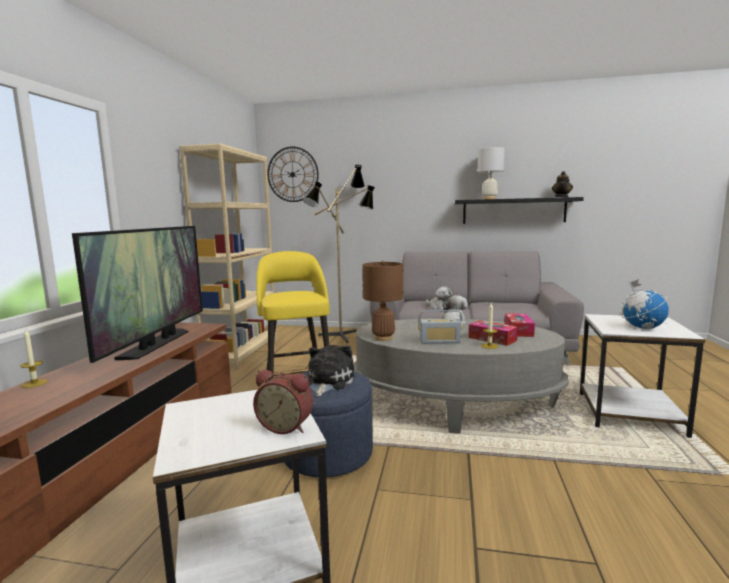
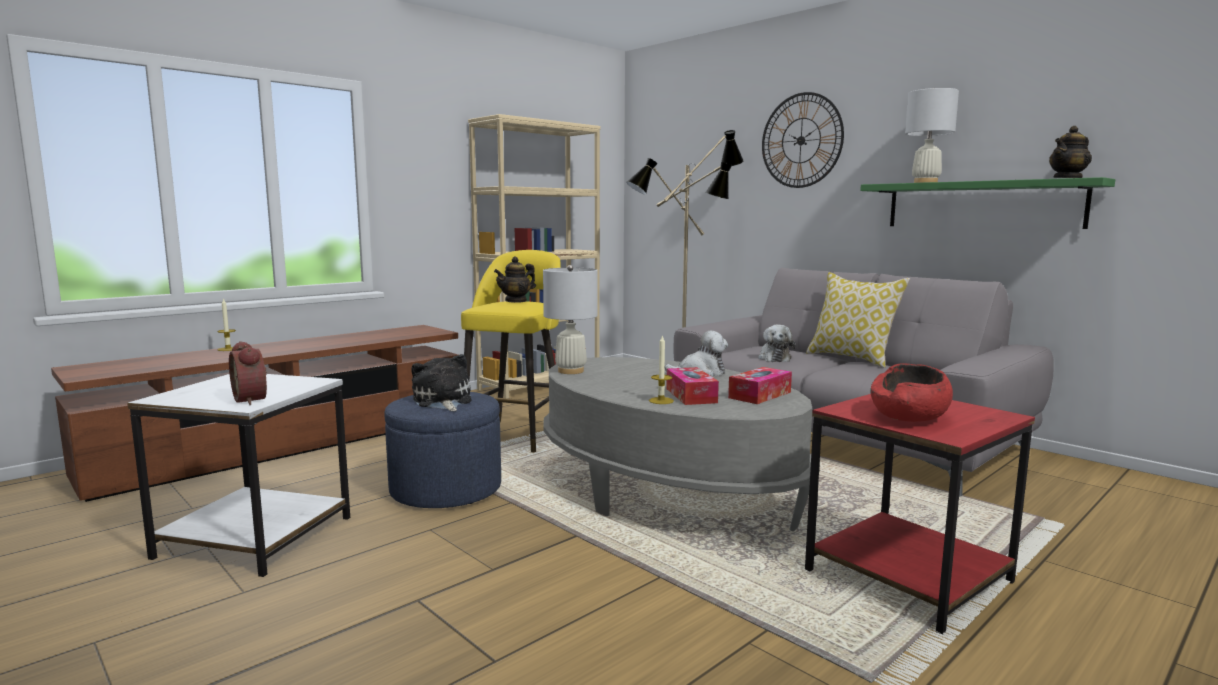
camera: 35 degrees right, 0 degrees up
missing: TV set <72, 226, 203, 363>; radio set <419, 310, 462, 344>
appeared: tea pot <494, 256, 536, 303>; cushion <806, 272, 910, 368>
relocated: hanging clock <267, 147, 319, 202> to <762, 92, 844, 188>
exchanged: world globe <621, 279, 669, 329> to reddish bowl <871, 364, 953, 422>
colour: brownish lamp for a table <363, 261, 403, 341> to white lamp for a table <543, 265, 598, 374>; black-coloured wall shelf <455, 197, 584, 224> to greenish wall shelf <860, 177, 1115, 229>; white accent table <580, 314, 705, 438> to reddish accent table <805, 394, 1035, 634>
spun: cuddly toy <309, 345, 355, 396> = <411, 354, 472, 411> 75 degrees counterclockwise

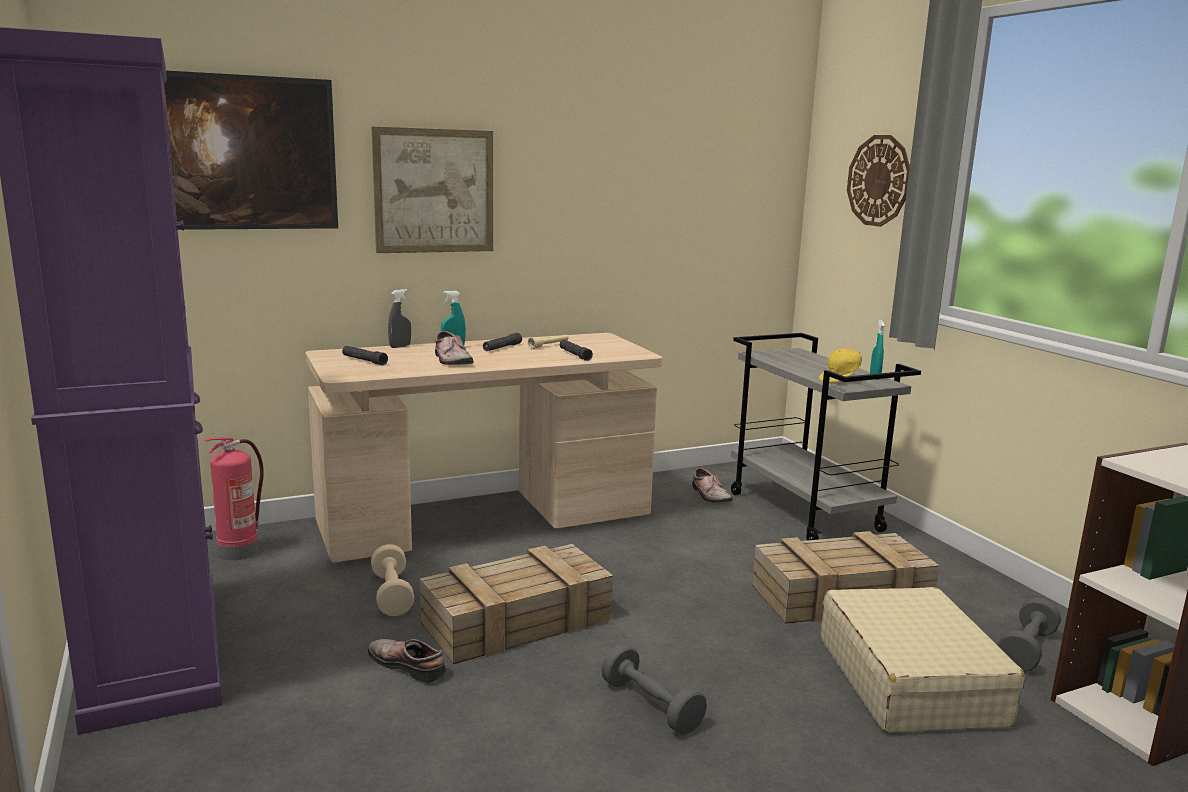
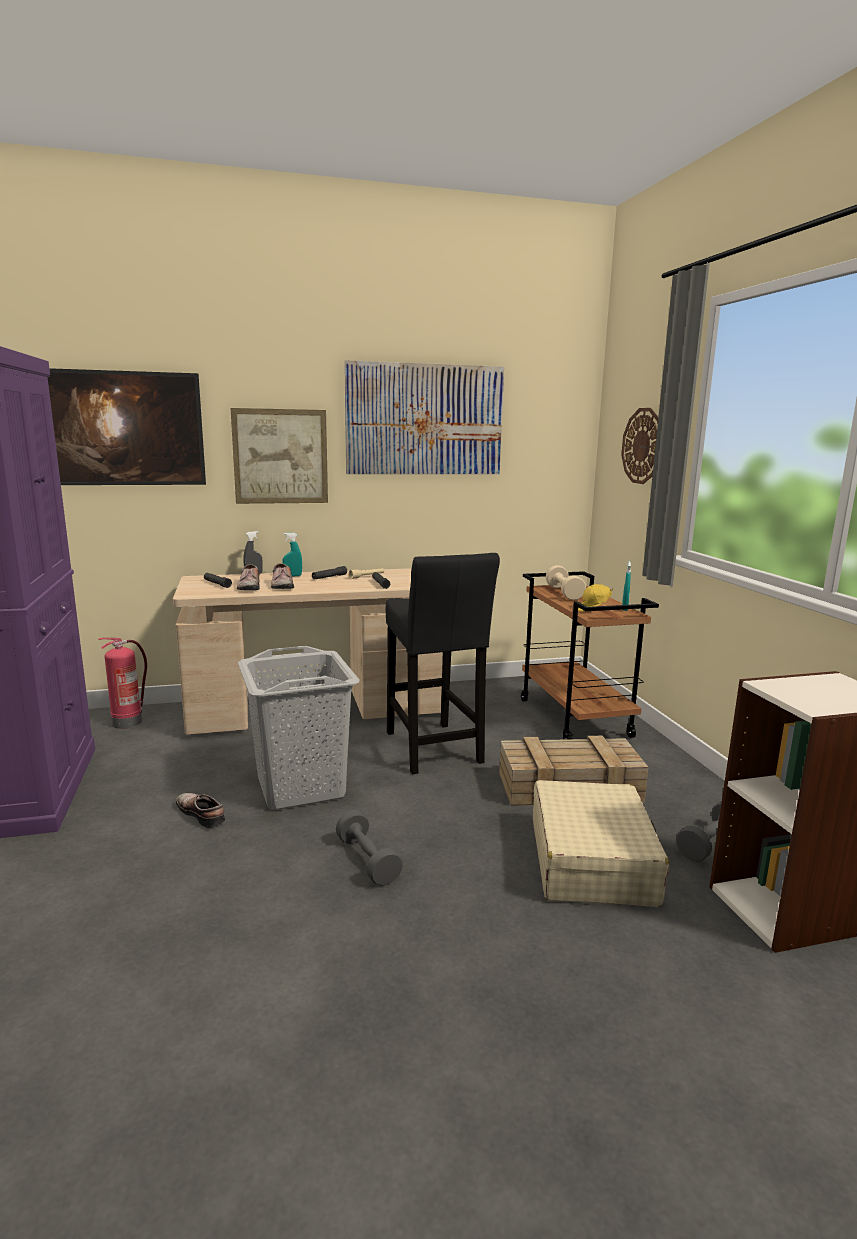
camera: 10 degrees right, 0 degrees up
appeared: picture <344, 360, 504, 474>; black-coloured stool seat <386, 553, 500, 774>
relocated: beige dumbbell <371, 544, 415, 616> to <546, 565, 586, 600>; low shoe <692, 468, 733, 503> to <237, 564, 260, 590>
exchanged: packing crate <420, 544, 613, 664> to gray washing basket <238, 646, 360, 810>
colour: gray wheeled cart <731, 333, 921, 541> to brownish wheeled cart <521, 571, 659, 740>

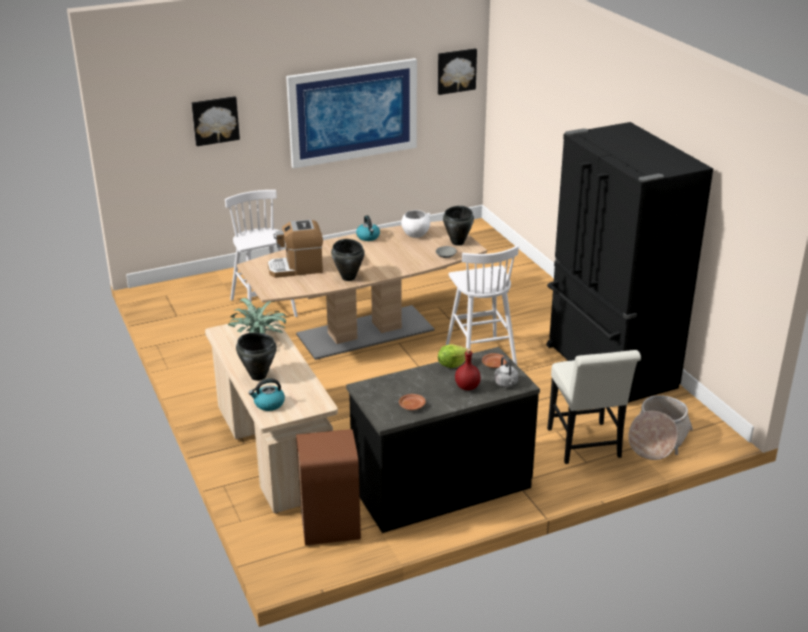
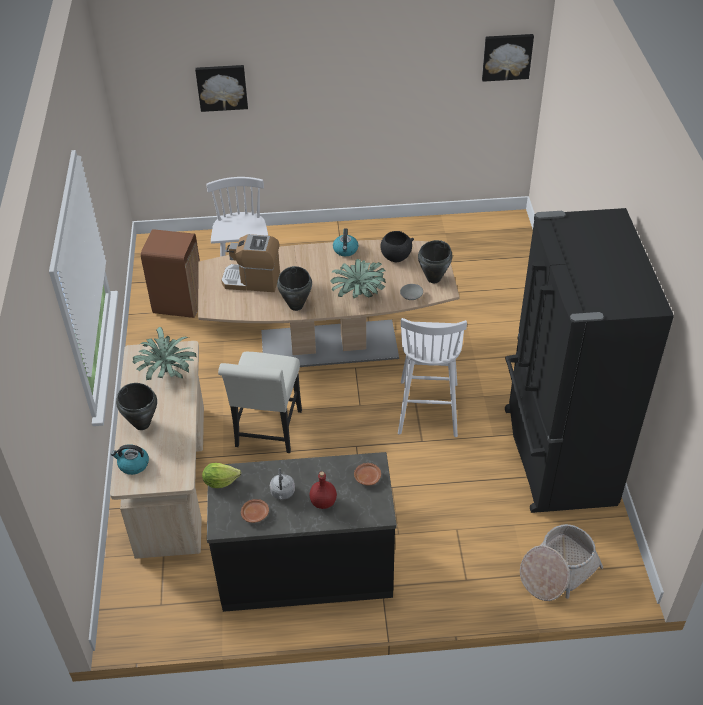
camera: 20 degrees right, 15 degrees up
missing: picture <286, 58, 417, 169>
appeared: potted plant <330, 259, 386, 298>
relocated: brownish trash can <296, 429, 361, 545> to <141, 229, 200, 318>; lettuce head <438, 344, 468, 368> to <202, 463, 241, 488>; gray tea kettle <494, 357, 518, 387> to <270, 468, 295, 500>; white chair <547, 350, 641, 464> to <218, 352, 302, 453>
colour: white bowl <401, 210, 430, 238> to black-coloured bowl <380, 231, 414, 262>

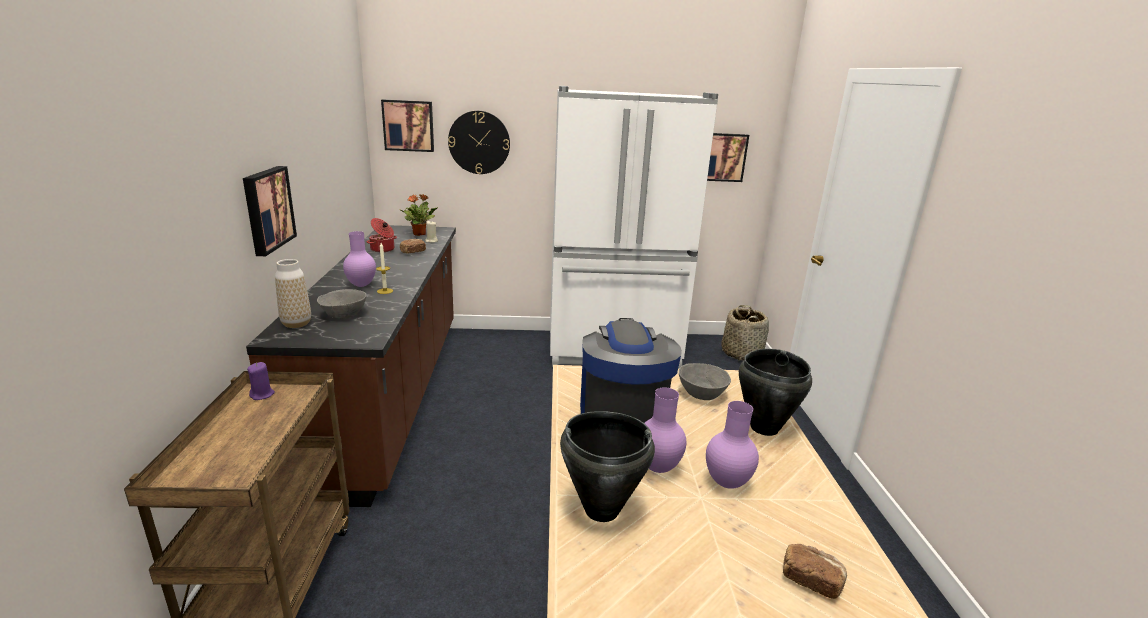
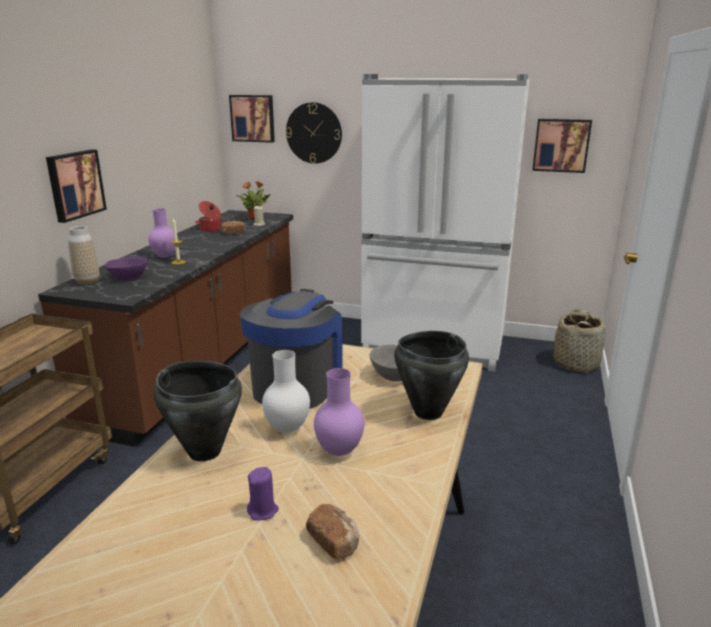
camera: 20 degrees right, 0 degrees up
relocated: purple-coloured candle <247, 362, 275, 400> to <247, 467, 279, 521>
colour: gray bowl <317, 289, 367, 318> to purple-coloured bowl <105, 256, 147, 280>; purple-coloured flower vase <644, 387, 686, 473> to white flower vase <262, 350, 310, 433>

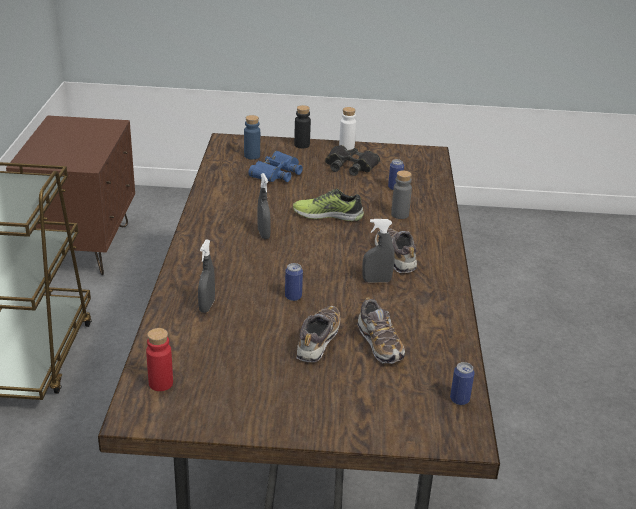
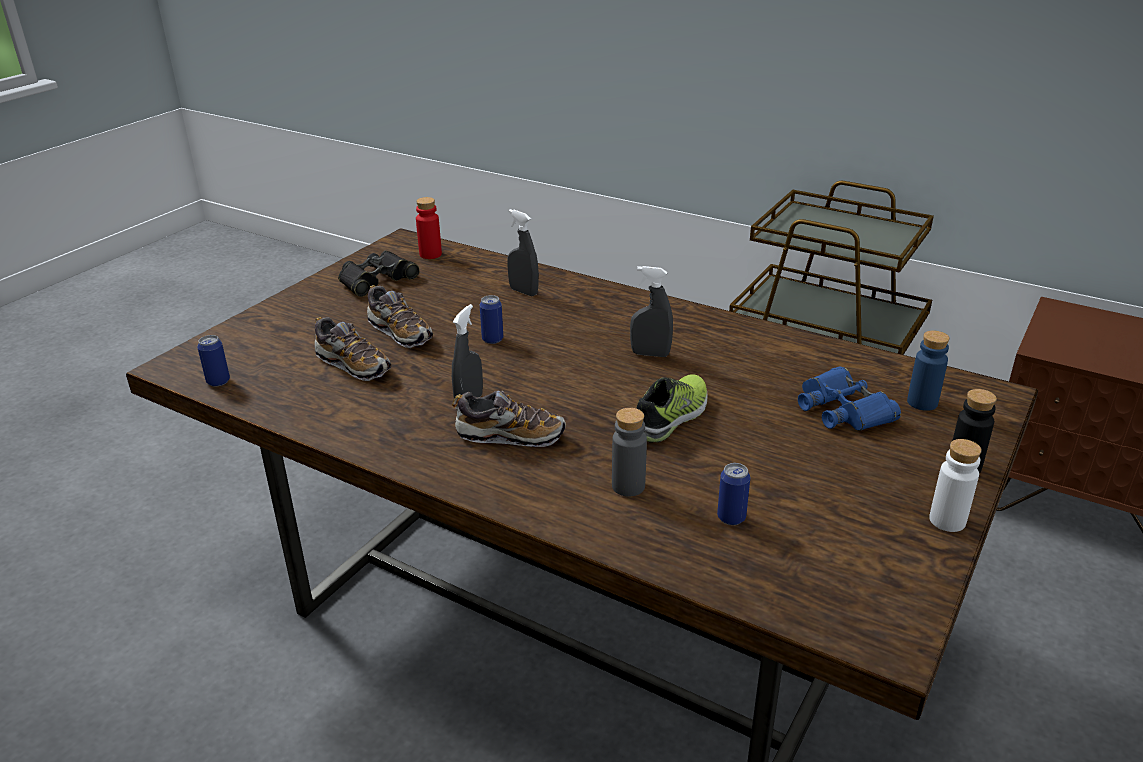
camera: 120 degrees right, 0 degrees up
relocated: black-coloured pair of binoculars <325, 145, 380, 176> to <338, 251, 419, 297>
spun: low shoe <357, 297, 405, 364> = <315, 317, 391, 381> 150 degrees counterclockwise

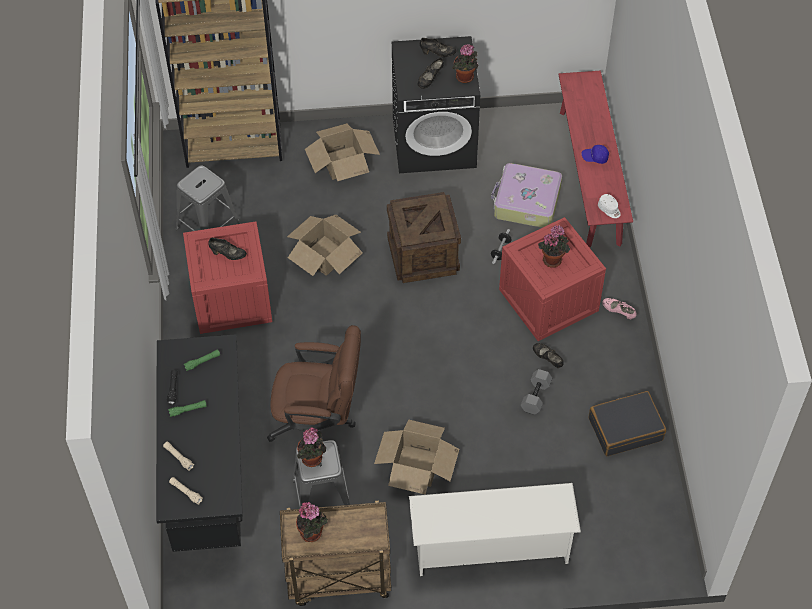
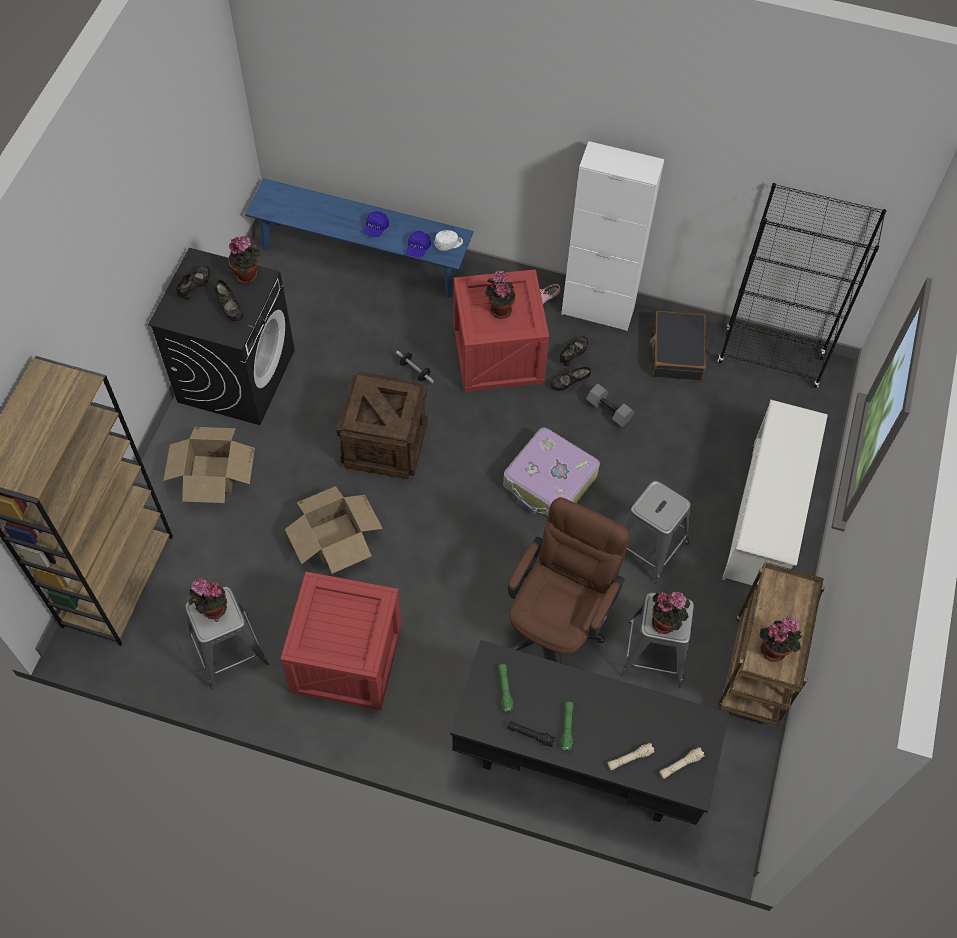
camera: 70 degrees left, 5 degrees up
appeared: potted plant <189, 578, 227, 619>; blue-coloured peaked cap <406, 231, 431, 257>; white cabinet <561, 141, 664, 331>; black-coloured shelving unit <718, 183, 886, 388>
relocated: black-coloured low shoe <208, 238, 247, 260> to <560, 336, 588, 366>; piece of luggage <491, 163, 562, 228> to <503, 427, 600, 516>
exchanged: packing box <374, 420, 459, 495> to gray stool seat <623, 480, 691, 585>
colour: reddish bench <559, 71, 633, 248> to blue-coloured bench <245, 178, 474, 298>

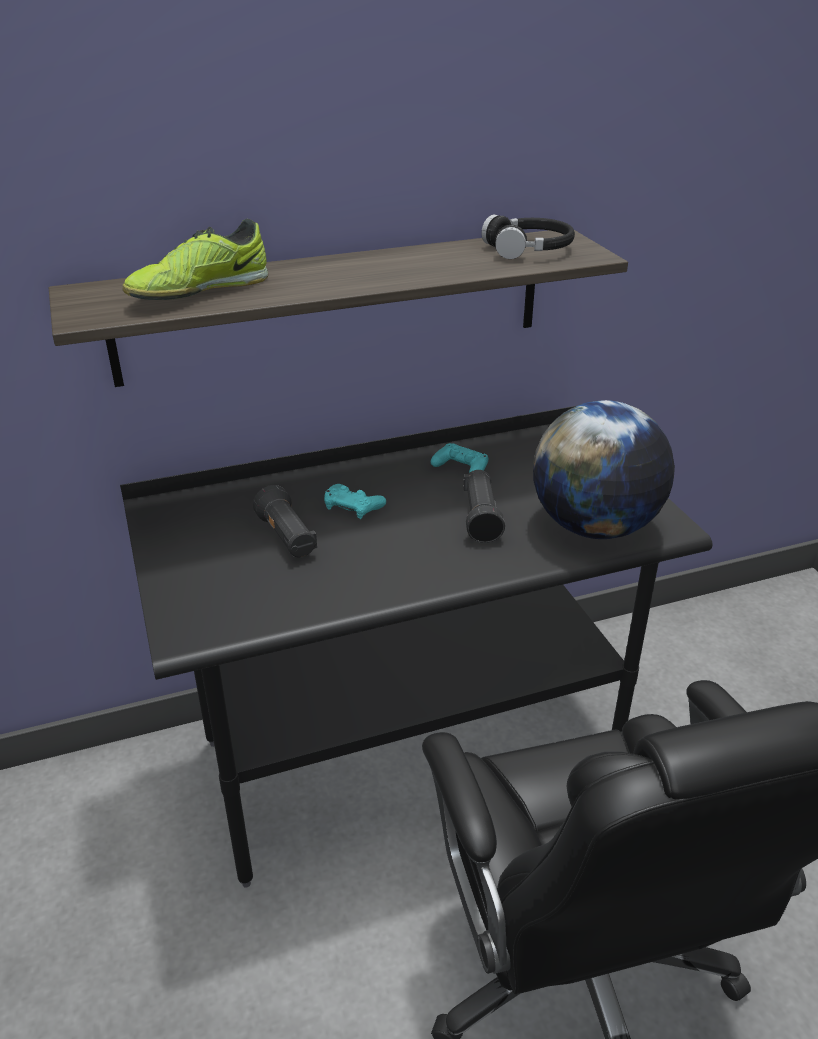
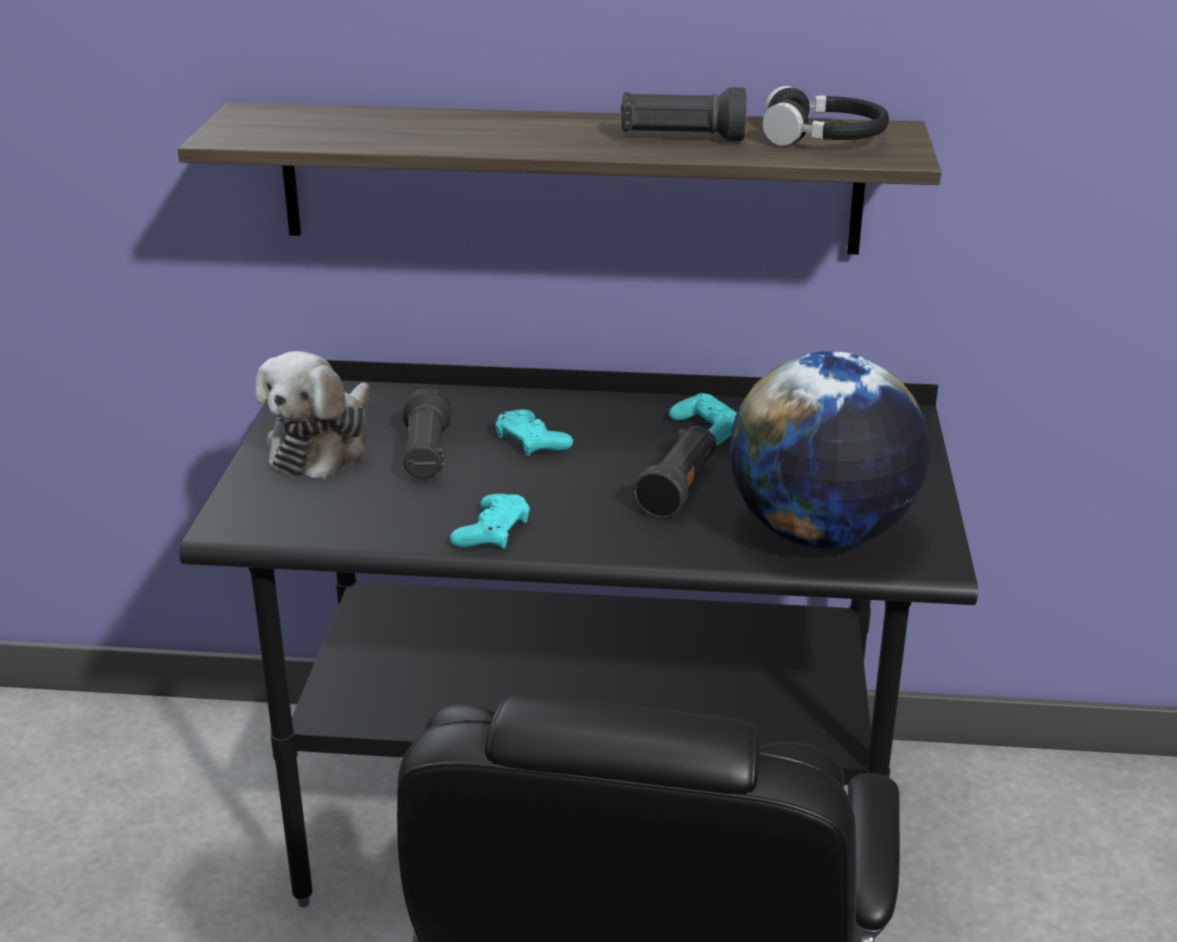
camera: 25 degrees right, 5 degrees down
missing: low shoe <123, 219, 268, 300>
appeared: cuddly toy <255, 351, 370, 480>; turquoise joypad <450, 494, 530, 549>; black-coloured torch <621, 87, 746, 141>

